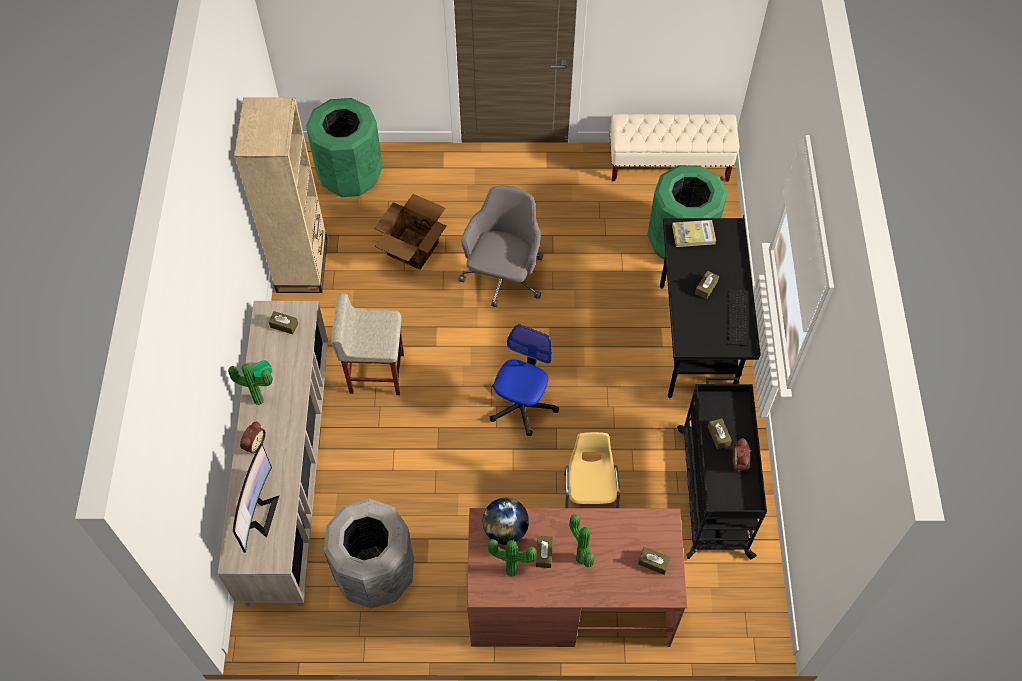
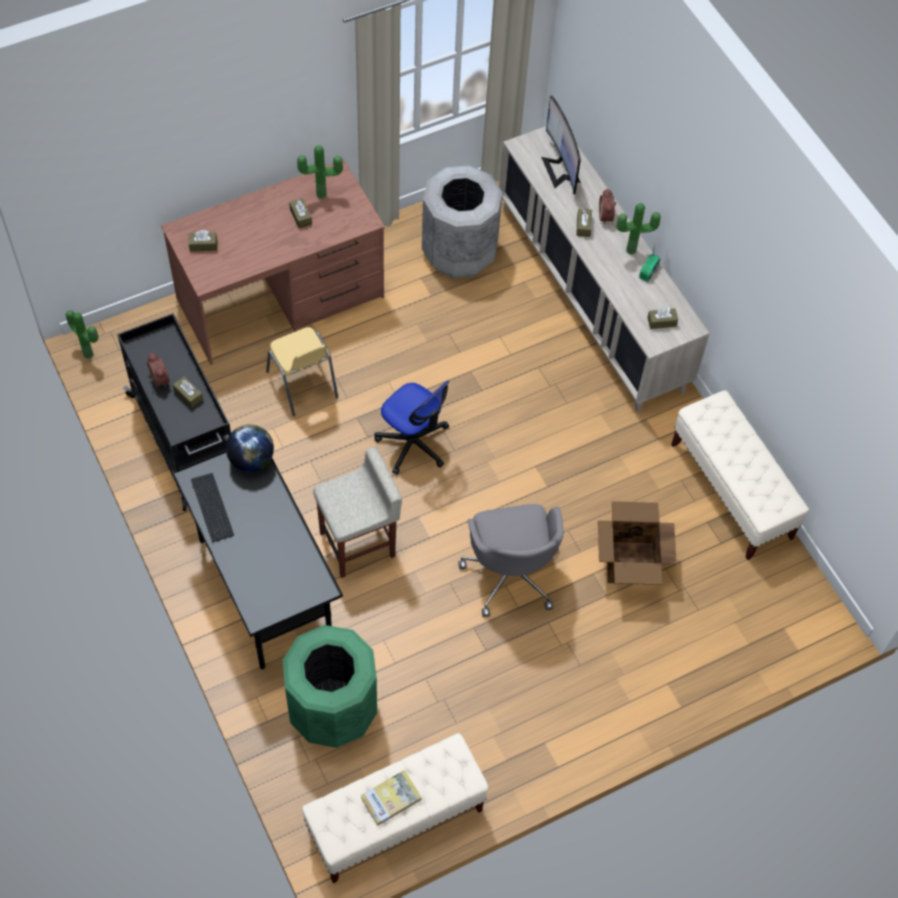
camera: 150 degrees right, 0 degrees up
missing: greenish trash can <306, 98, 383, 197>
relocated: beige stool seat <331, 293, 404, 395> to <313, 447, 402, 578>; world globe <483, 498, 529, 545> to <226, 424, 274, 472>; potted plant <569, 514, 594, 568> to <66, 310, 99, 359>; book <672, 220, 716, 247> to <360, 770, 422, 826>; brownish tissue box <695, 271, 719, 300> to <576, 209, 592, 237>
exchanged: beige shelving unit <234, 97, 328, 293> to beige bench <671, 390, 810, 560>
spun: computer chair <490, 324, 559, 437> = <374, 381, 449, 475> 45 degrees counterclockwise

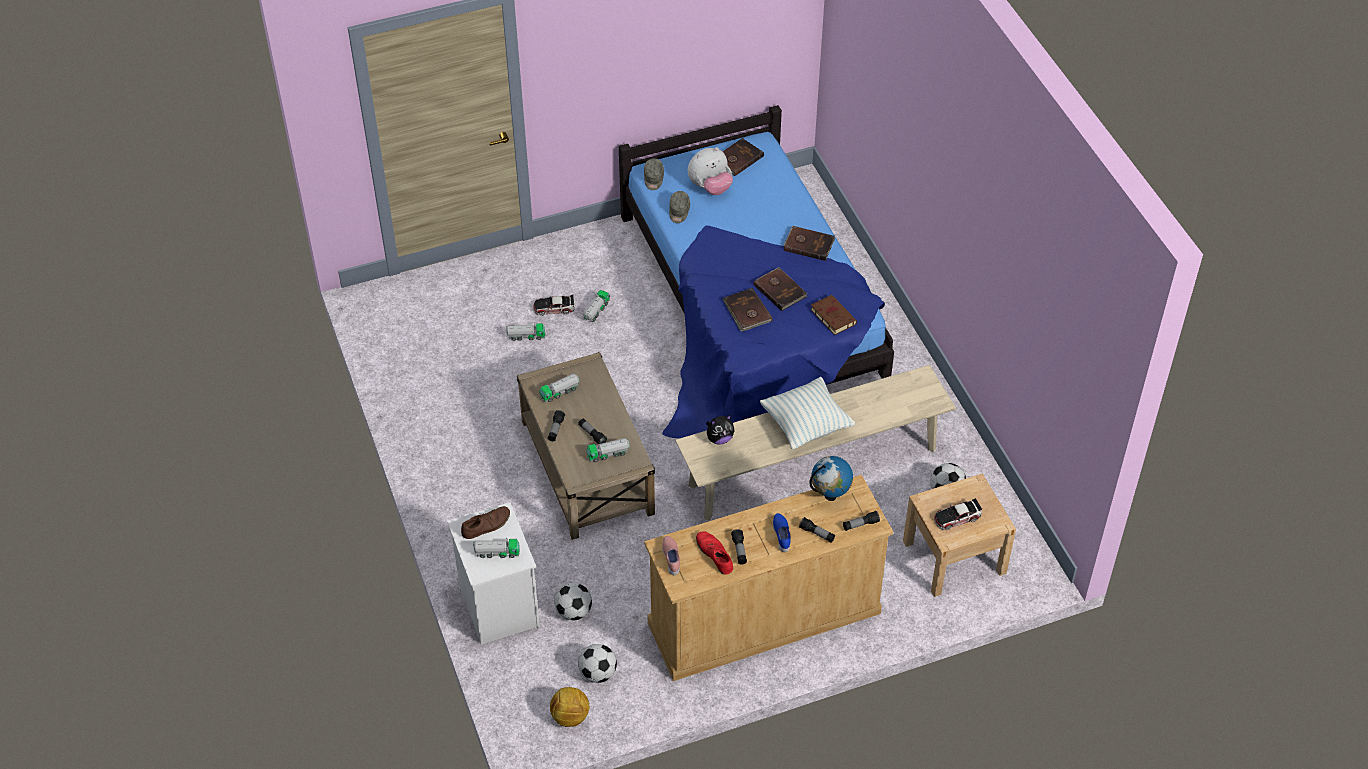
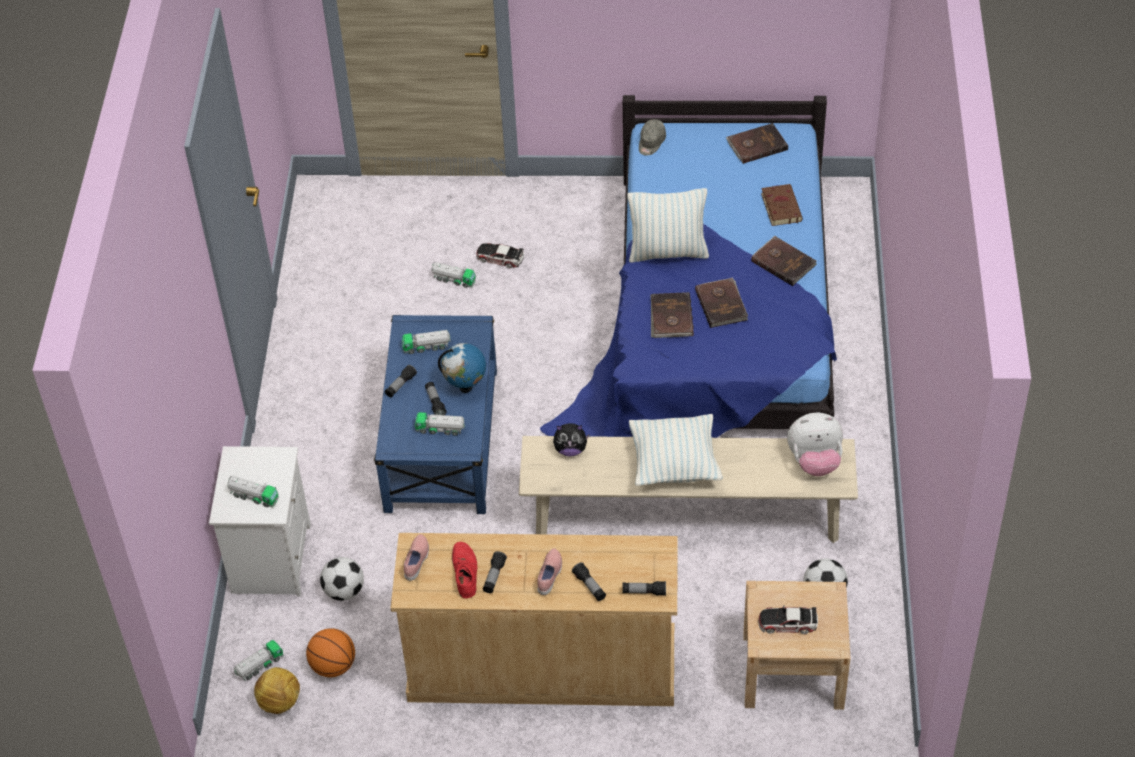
camera: 25 degrees right, 0 degrees up
missing: brownish low shoe <461, 506, 510, 539>; gray peaked cap <669, 191, 690, 223>
appeared: cushion <627, 188, 709, 263>
relocated: toy truck <583, 290, 610, 322> to <234, 640, 284, 681>; cuddly toy <688, 147, 733, 195> to <787, 413, 843, 476>; world globe <809, 456, 853, 501> to <438, 343, 486, 393>; brownish book <810, 295, 857, 335> to <761, 184, 803, 226>
exchanged: football <578, 644, 617, 683> to ball for basketball <306, 628, 355, 677>
colour: beige coffee table <517, 352, 655, 540> to blue-coloured coffee table <374, 315, 497, 514>; blue-coloured low shoe <773, 513, 791, 552> to pink-coloured low shoe <537, 548, 562, 595>

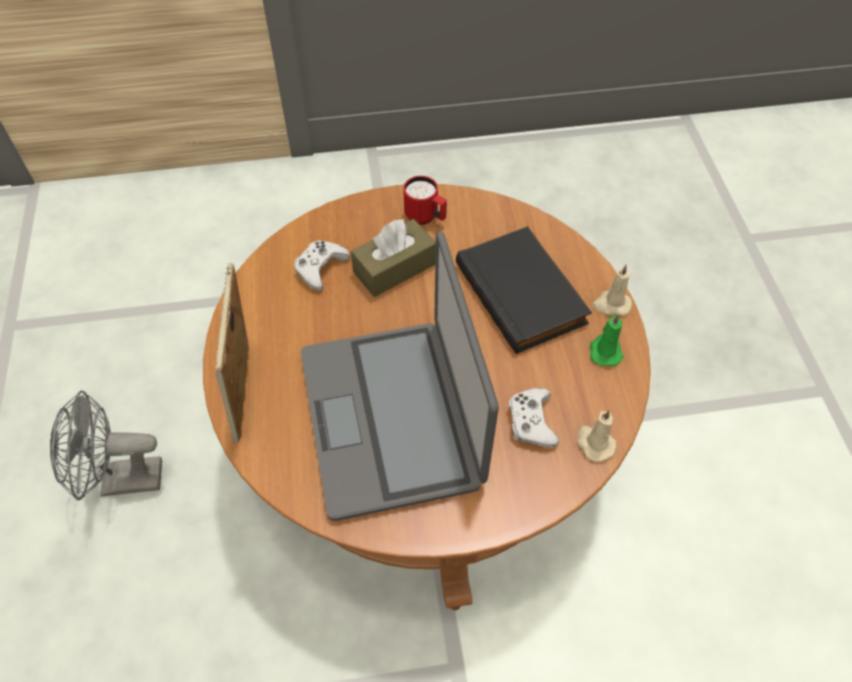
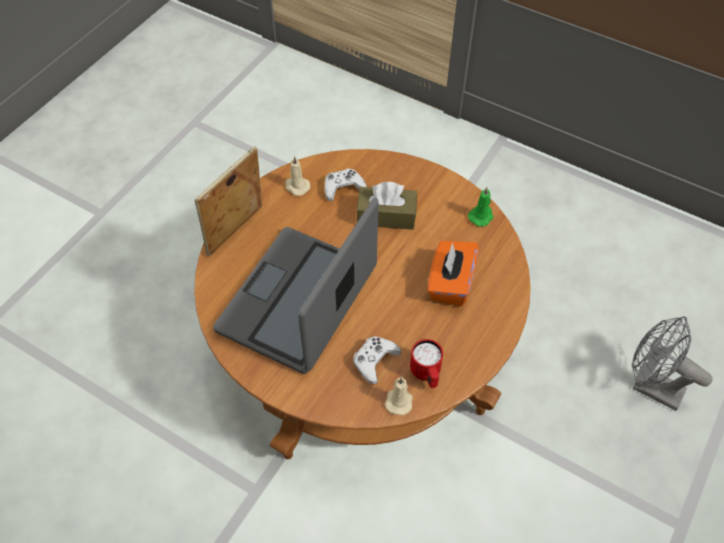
camera: 40 degrees right, 0 degrees up
relocated: gray electric fan <50, 391, 162, 500> to <632, 316, 713, 411>; reddish coffee mug <403, 176, 447, 225> to <410, 339, 443, 388>; greenish candle <590, 314, 624, 366> to <468, 187, 494, 227>; beige candle <592, 265, 632, 316> to <285, 156, 310, 196>
exchanged: black-coloured book <456, 226, 592, 354> to orangey tissue box <428, 241, 479, 306>

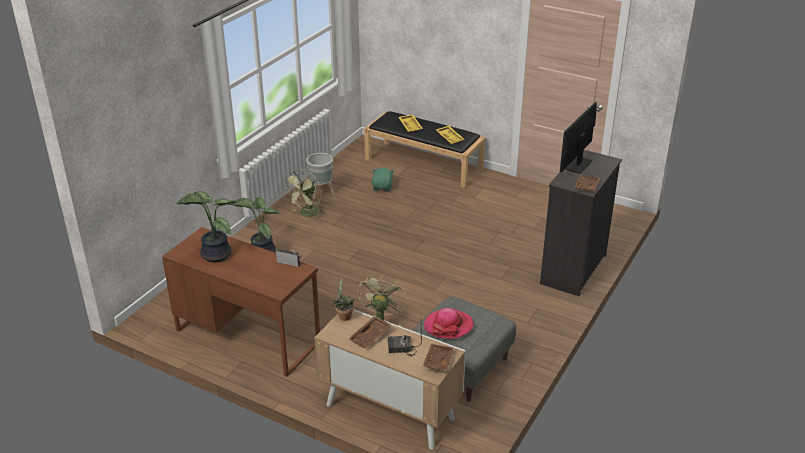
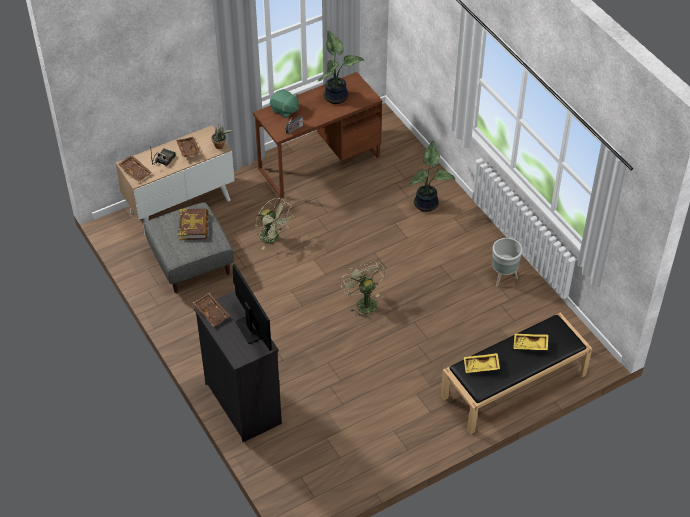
camera: 120 degrees right, 15 degrees up
relocated: greenish electric fan <284, 169, 325, 218> to <341, 260, 385, 319>; greenish cuddly toy <372, 168, 394, 191> to <270, 89, 299, 118>
exchanged: clothing hat <424, 308, 474, 339> to book <179, 208, 209, 240>

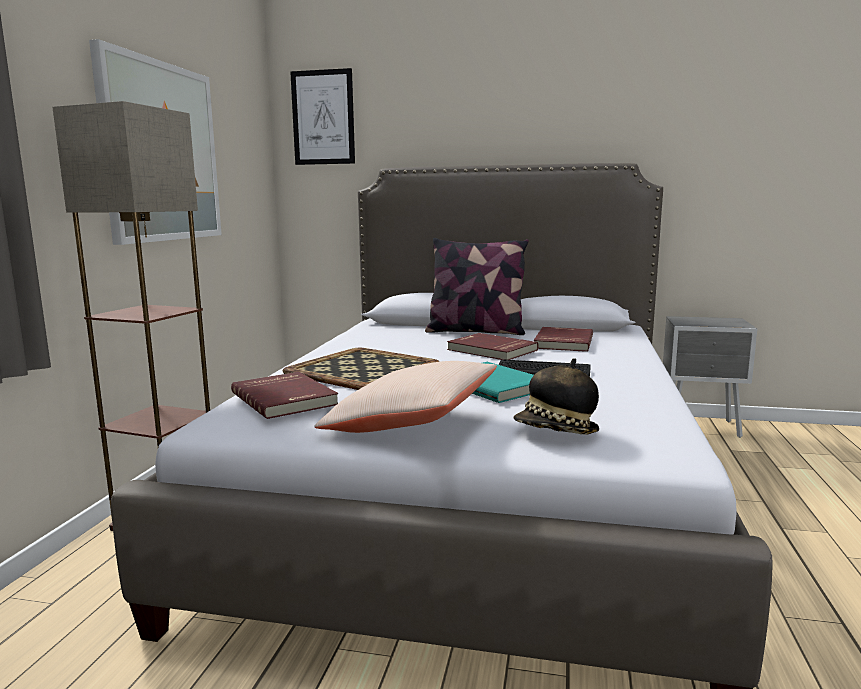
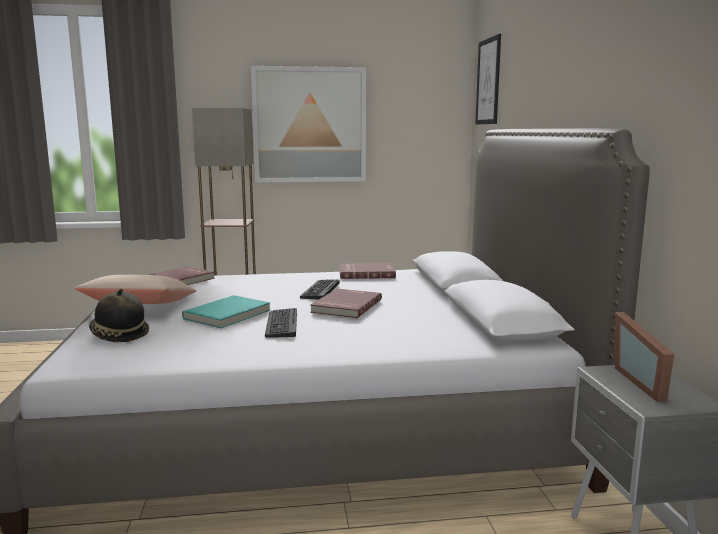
camera: 70 degrees right, 0 degrees up
missing: carrying tray <283, 348, 440, 390>; cushion <425, 238, 529, 335>
appeared: keyboard <300, 279, 340, 300>; photo frame <615, 312, 674, 402>
relocated: reddish book <533, 327, 593, 352> to <340, 263, 396, 279>

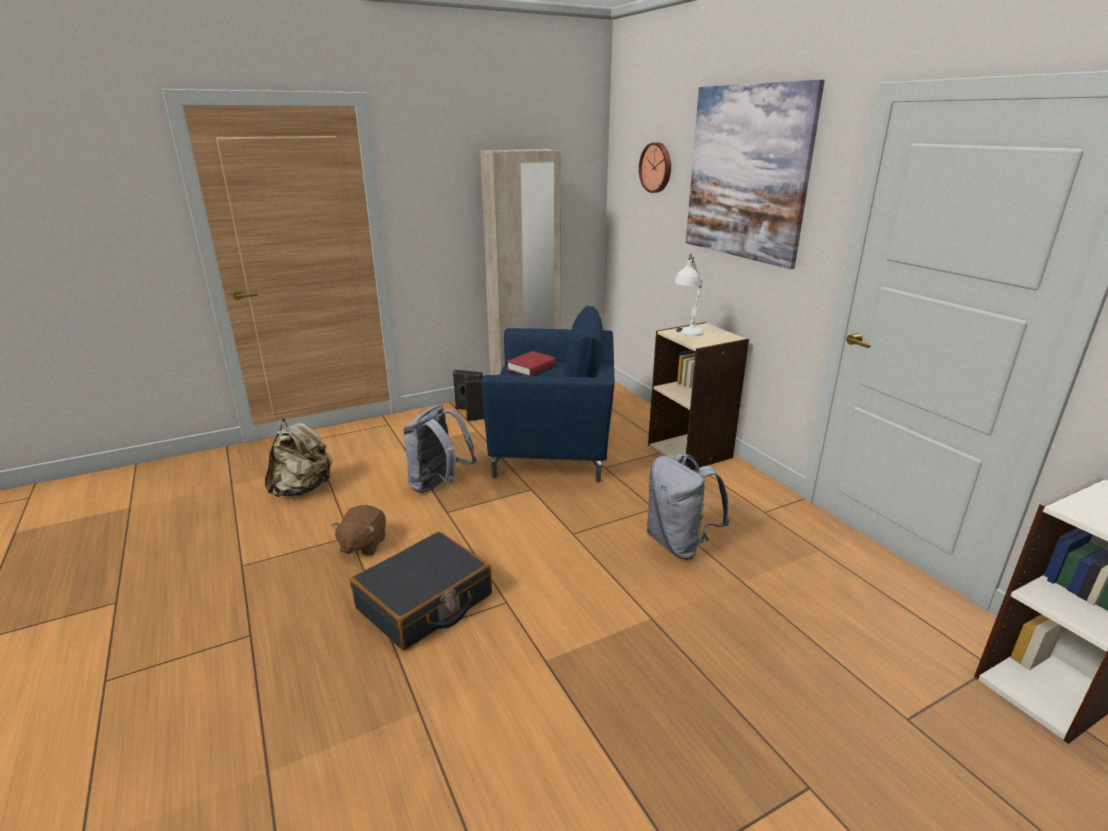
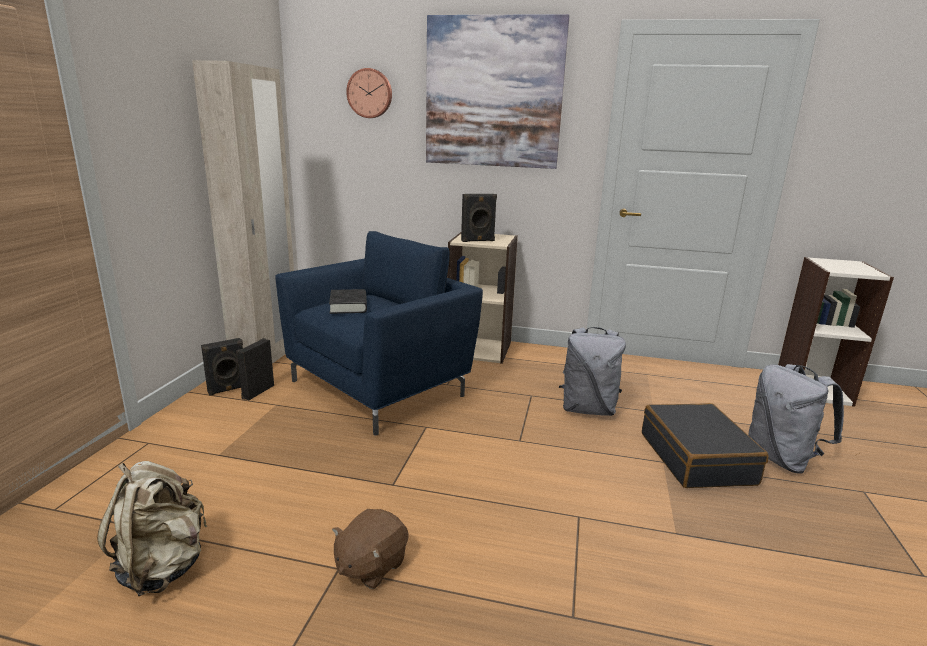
camera: 50 degrees left, 5 degrees down
relocated: black-coloured piece of luggage <350, 532, 492, 650> to <642, 403, 769, 488>; gray backpack <403, 405, 477, 493> to <748, 364, 844, 474>
exchanged: white lamp for a table <675, 254, 704, 336> to black-coloured loudspeaker <461, 194, 497, 242>
colour: reddish book <507, 351, 556, 376> to black-coloured book <329, 289, 367, 314>
spun: brownish cuddly toy <331, 505, 386, 556> = <332, 509, 409, 589> 75 degrees clockwise

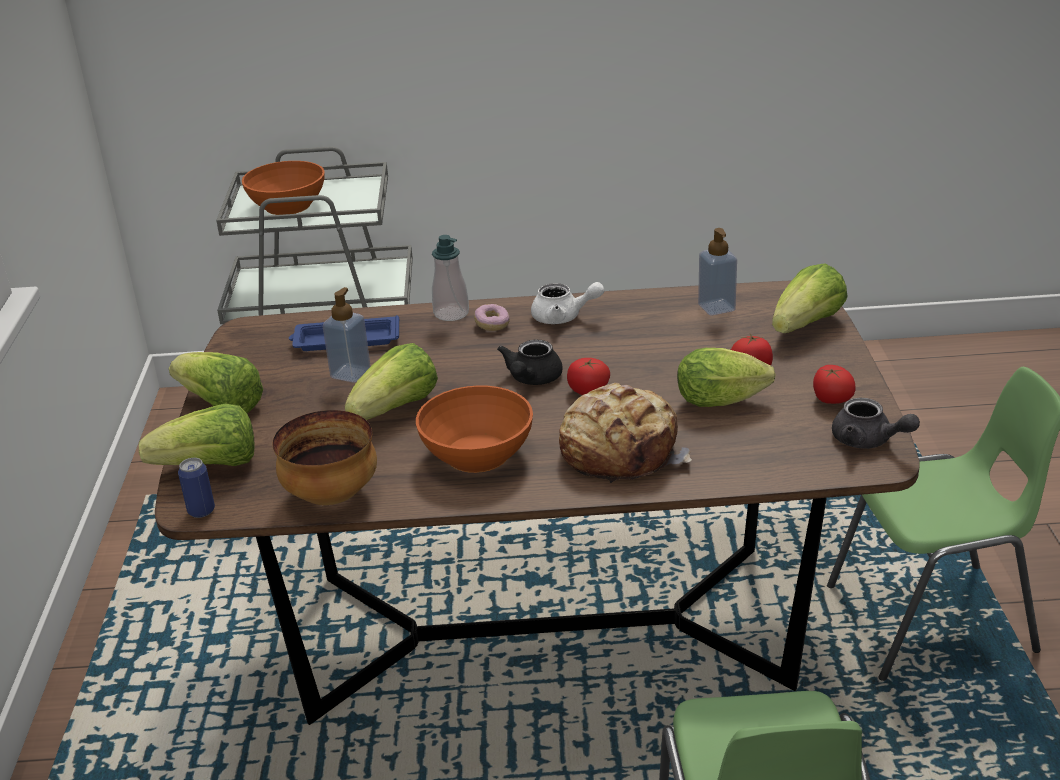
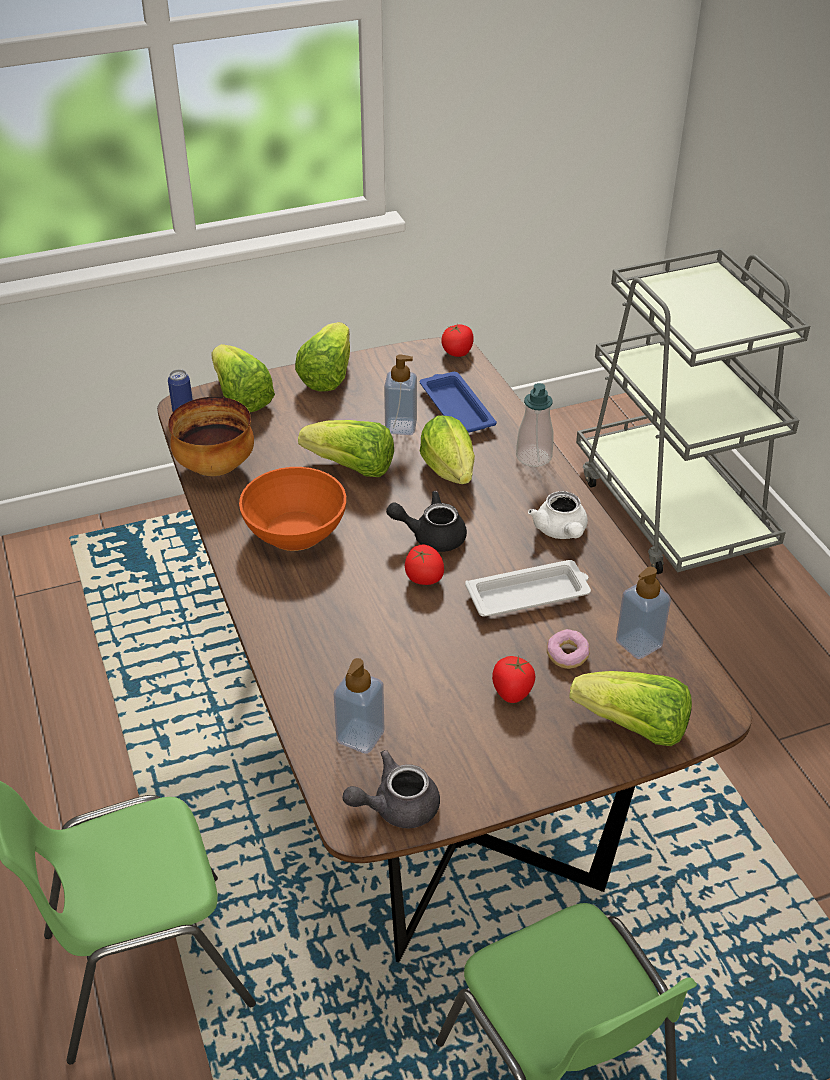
camera: 70 degrees right, 10 degrees up
missing: orangey bowl <242, 161, 325, 215>; bakery bread <559, 383, 692, 483>
appeared: liquid soap bottle <334, 658, 384, 754>; white carrying tray <465, 560, 591, 617>
relocated: doughnut <474, 304, 510, 331> to <547, 629, 590, 669>; lettuce head <677, 348, 776, 407> to <420, 416, 475, 484>; tomato <813, 365, 856, 404> to <441, 324, 474, 357>
spun: gray tea pot <832, 398, 920, 449> = <343, 750, 440, 828> 45 degrees clockwise

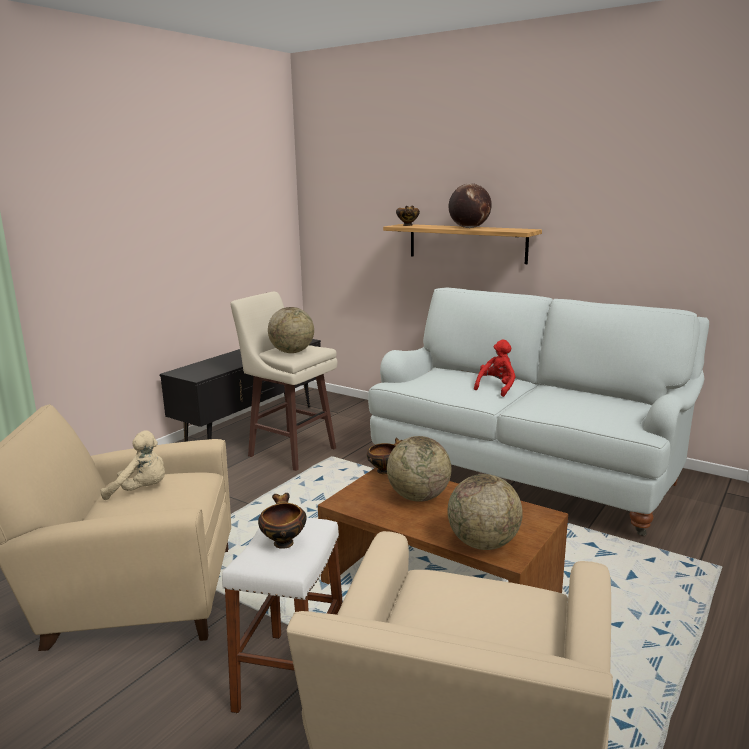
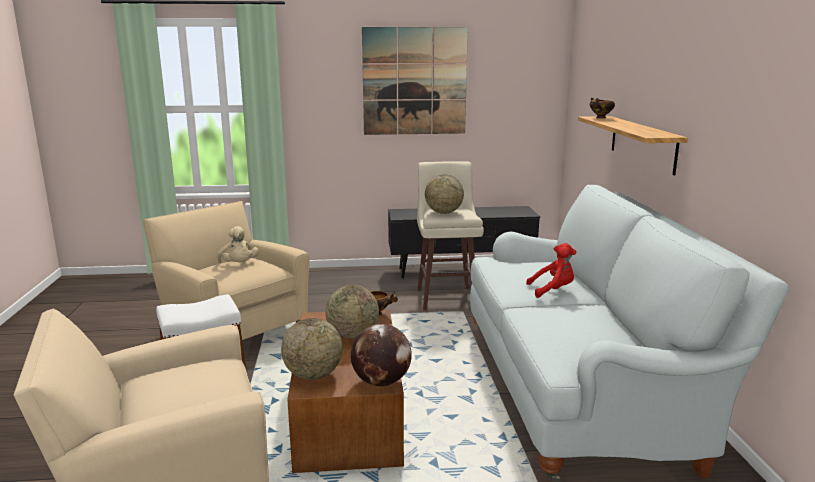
camera: 50 degrees right, 0 degrees up
missing: bowl <258, 493, 307, 549>
appeared: picture <362, 27, 468, 135>
relocated: world globe <449, 183, 492, 228> to <351, 324, 412, 386>

